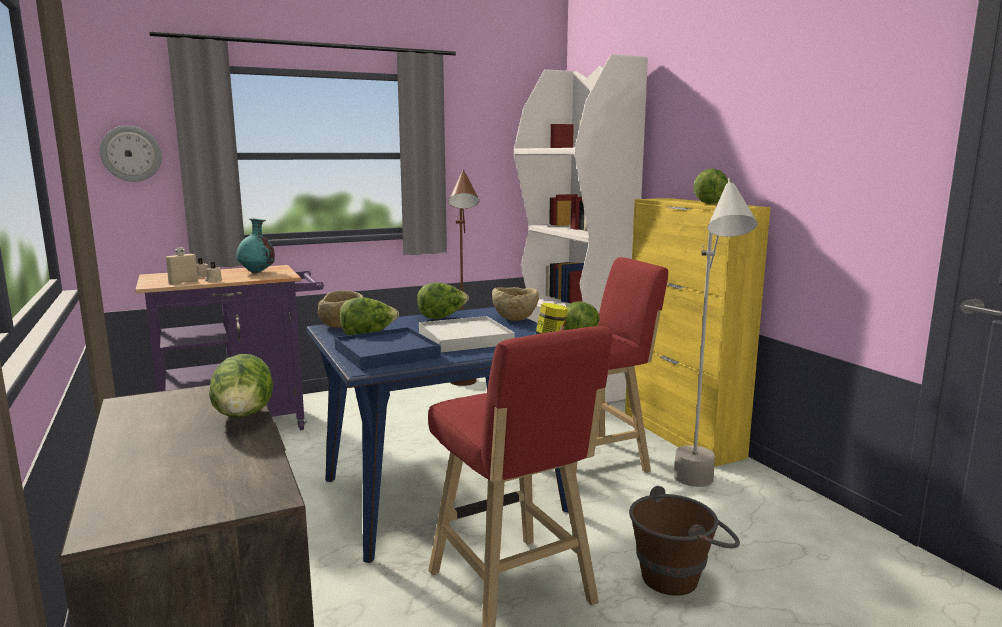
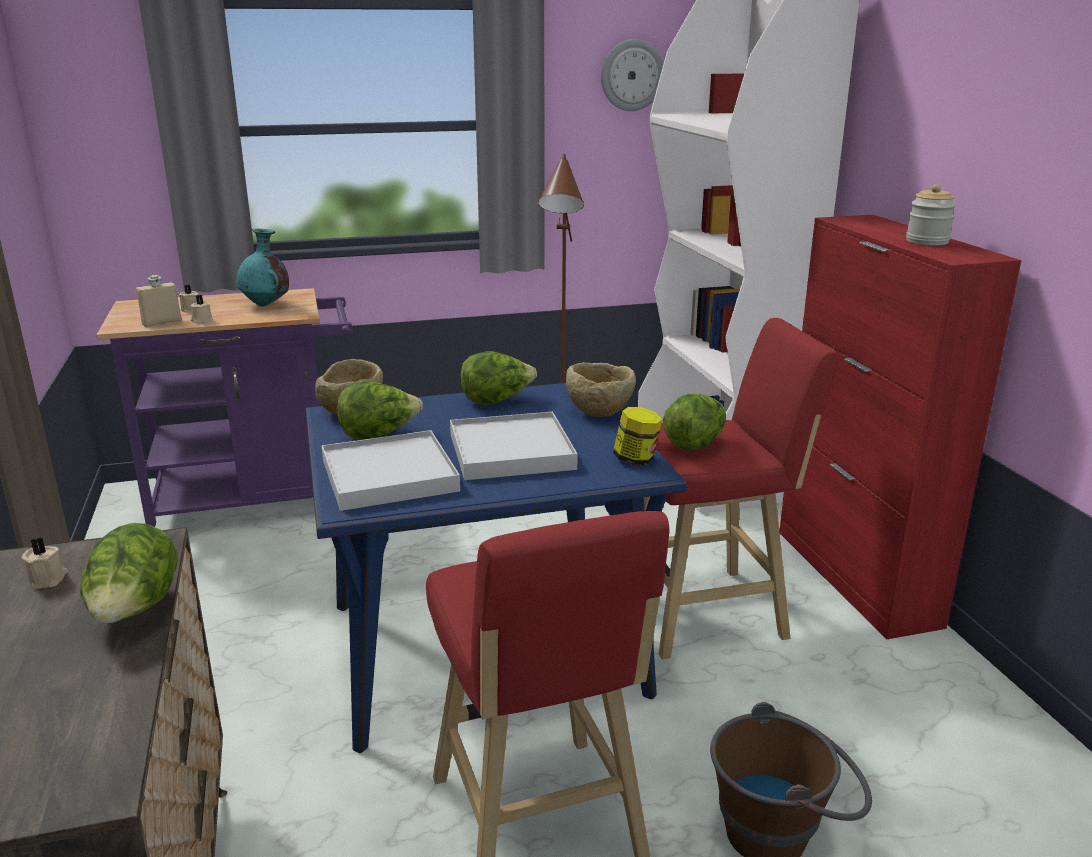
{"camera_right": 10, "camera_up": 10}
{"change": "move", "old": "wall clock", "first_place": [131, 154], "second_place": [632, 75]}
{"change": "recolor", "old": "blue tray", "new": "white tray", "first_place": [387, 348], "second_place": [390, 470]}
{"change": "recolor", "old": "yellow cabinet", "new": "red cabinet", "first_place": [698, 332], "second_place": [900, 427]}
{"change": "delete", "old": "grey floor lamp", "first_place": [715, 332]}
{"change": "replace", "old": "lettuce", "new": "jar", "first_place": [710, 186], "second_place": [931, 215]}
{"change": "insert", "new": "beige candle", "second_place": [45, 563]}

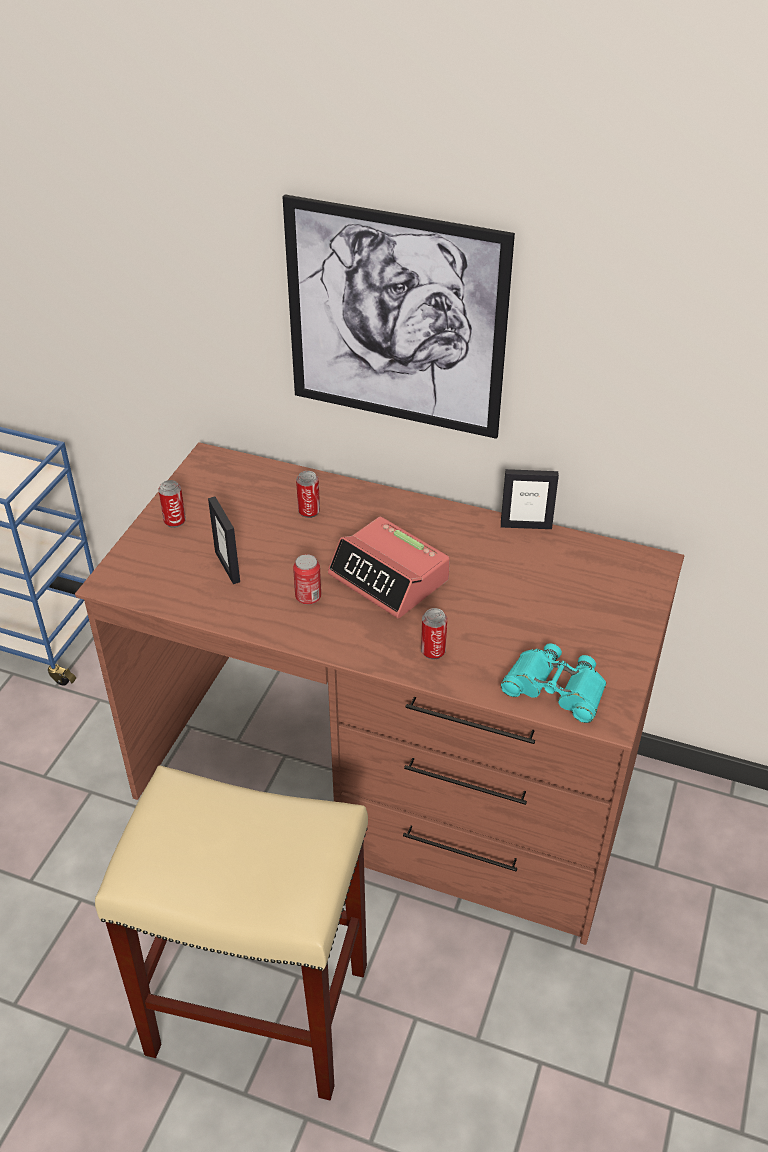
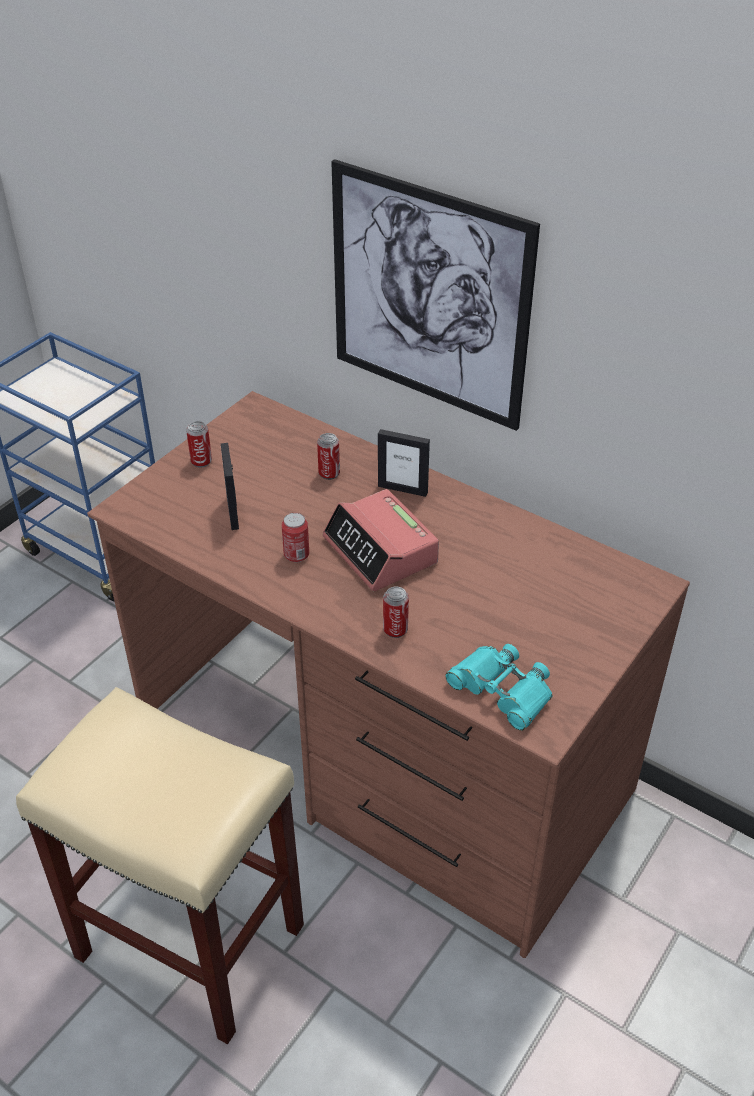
{"camera_right": 15, "camera_up": 0}
{"change": "move", "old": "picture frame", "first_place": [530, 499], "second_place": [404, 463]}

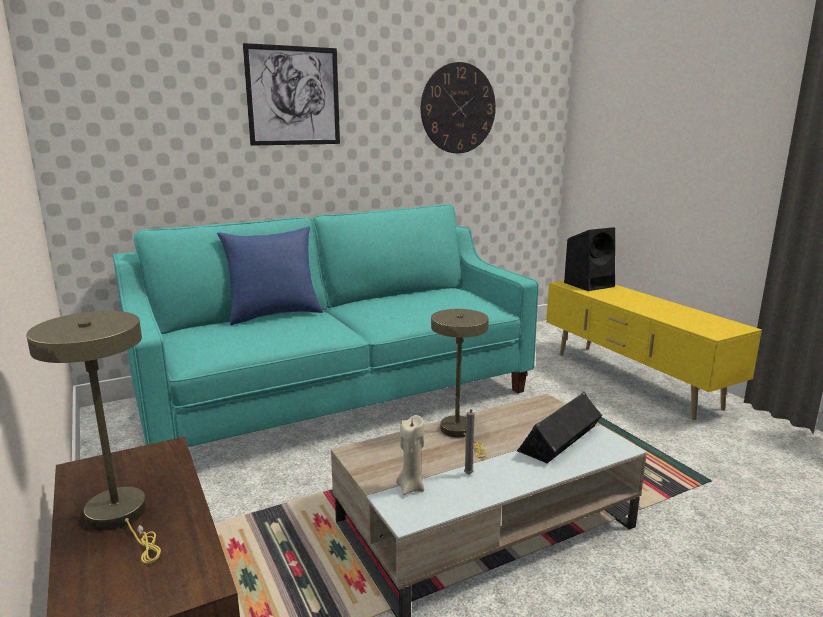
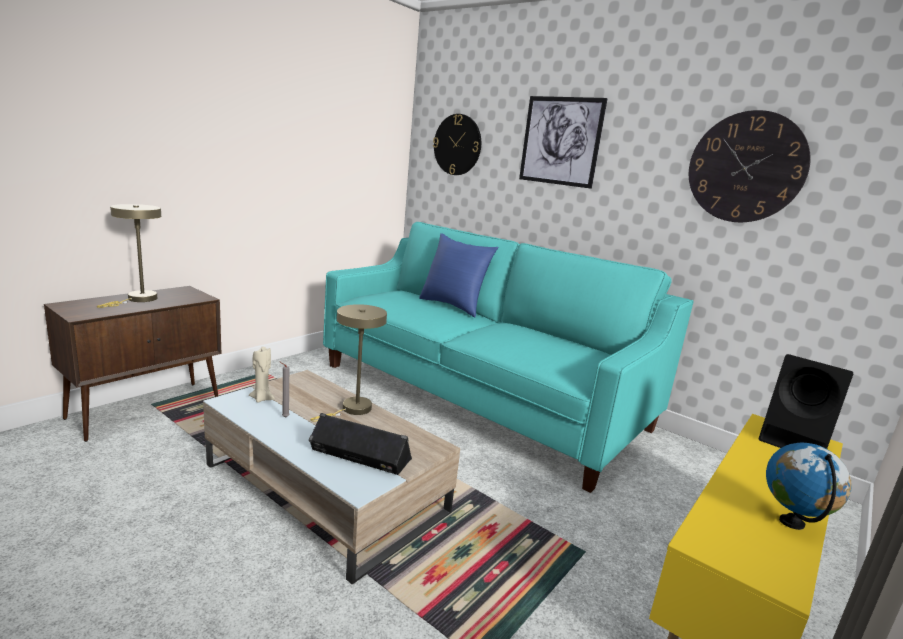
{"camera_right": 65, "camera_up": 0}
{"change": "insert", "new": "wall clock", "second_place": [457, 144]}
{"change": "insert", "new": "globe", "second_place": [809, 486]}

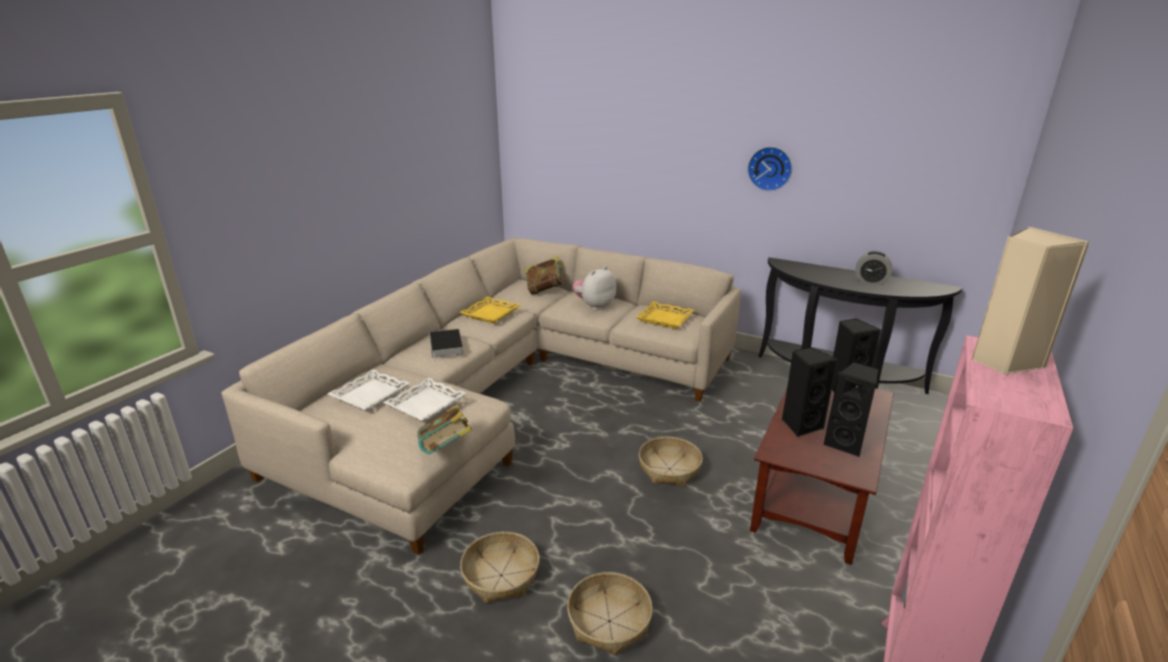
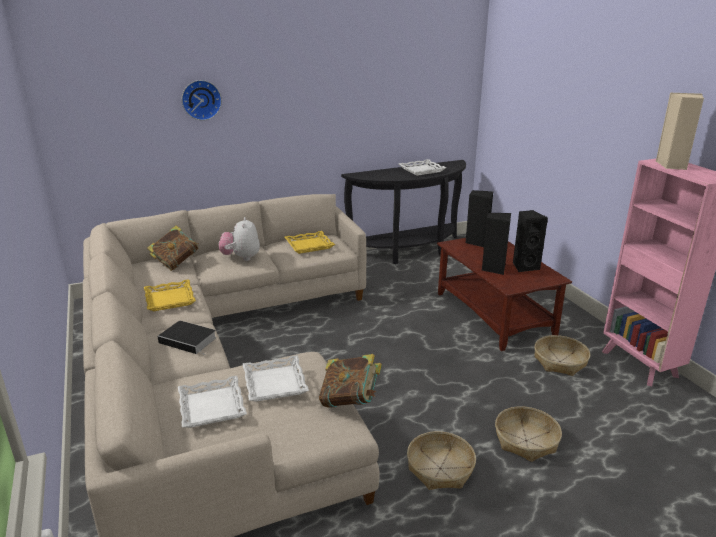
{"camera_right": -50, "camera_up": 0}
{"change": "move", "old": "basket", "first_place": [671, 462], "second_place": [562, 355]}
{"change": "move", "old": "wall clock", "first_place": [769, 168], "second_place": [202, 100]}
{"change": "replace", "old": "alarm clock", "new": "white tray", "first_place": [873, 268], "second_place": [422, 167]}

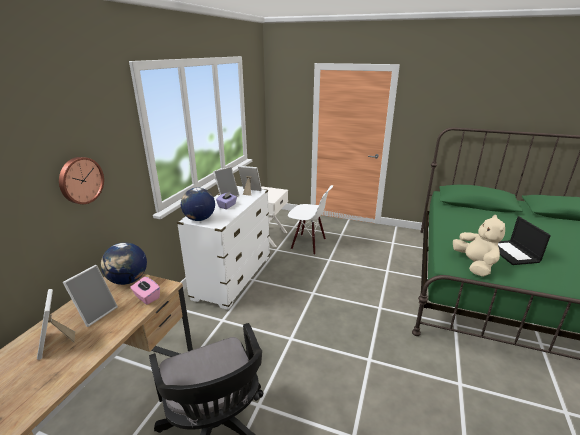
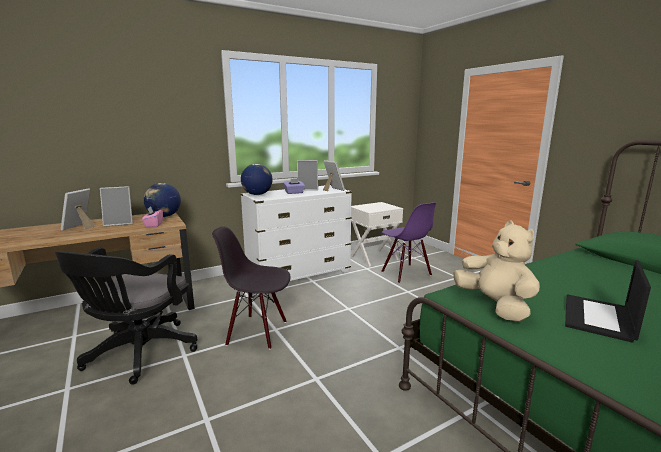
{"camera_right": 40, "camera_up": -10}
{"change": "delete", "old": "wall clock", "first_place": [81, 180]}
{"change": "recolor", "old": "white chair", "new": "purple chair", "first_place": [310, 220], "second_place": [409, 243]}
{"change": "rotate", "old": "beige plush toy", "first_place": [479, 246], "second_place": [497, 271], "degrees": -60}
{"change": "insert", "new": "black chair", "second_place": [251, 287]}

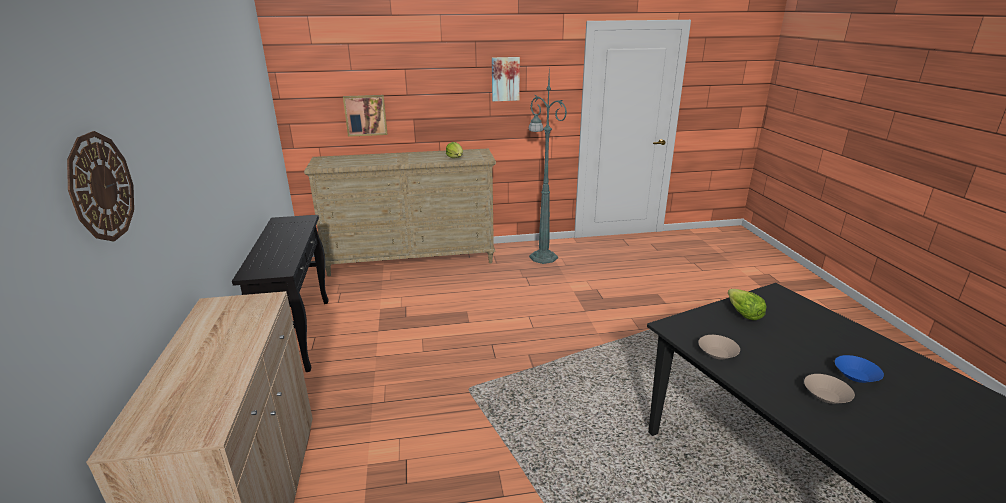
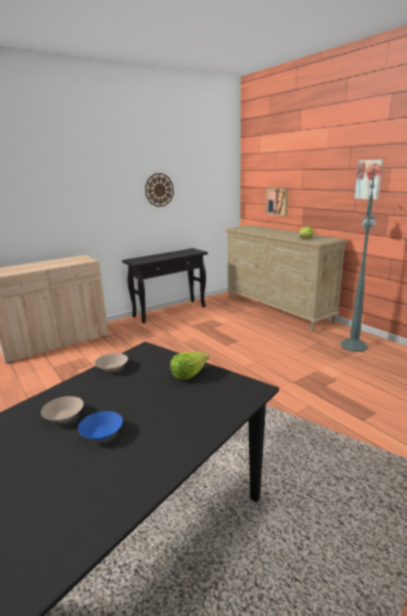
{"camera_right": 65, "camera_up": -5}
{"change": "move", "old": "wall clock", "first_place": [100, 186], "second_place": [159, 190]}

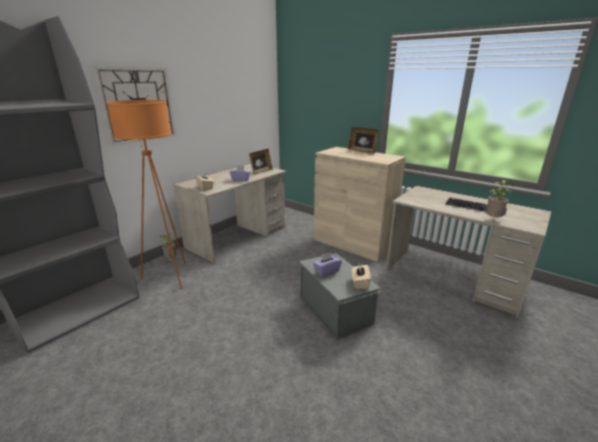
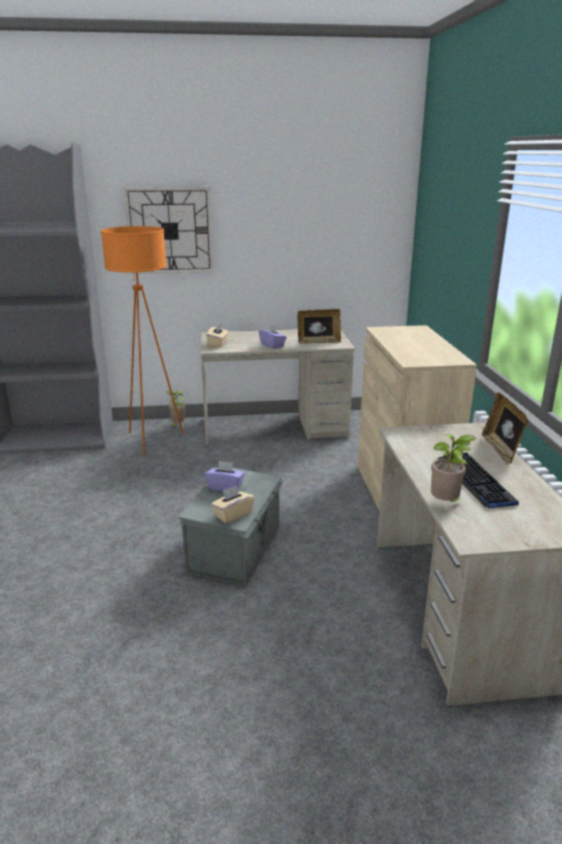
{"camera_right": 45, "camera_up": 0}
{"change": "move", "old": "picture frame", "first_place": [363, 140], "second_place": [505, 428]}

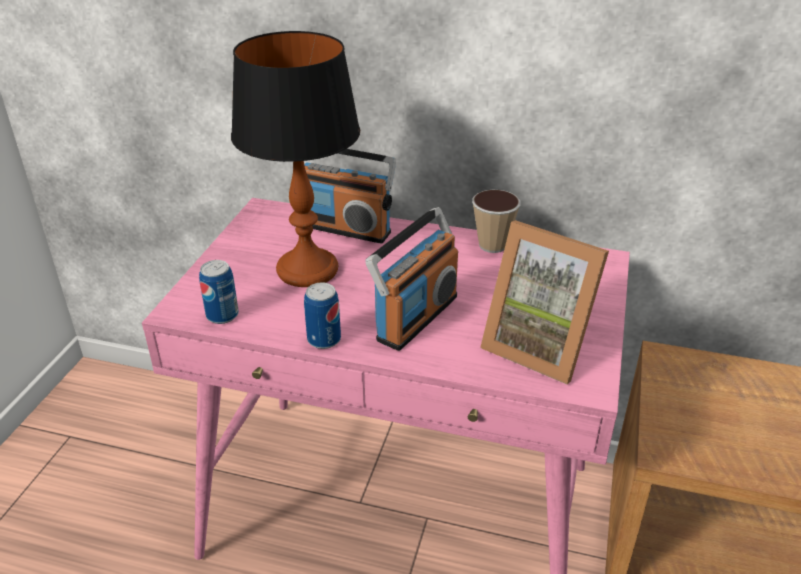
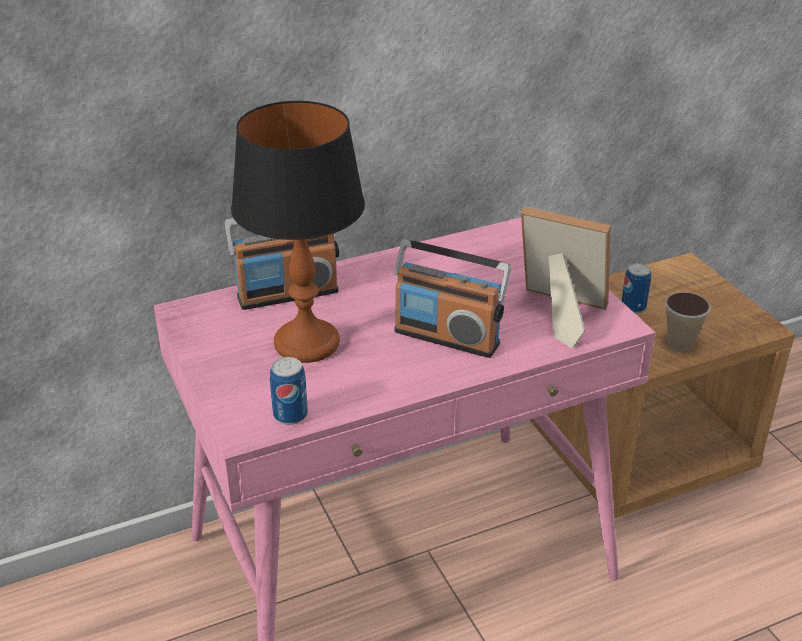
{"camera_right": -40, "camera_up": 0}
{"change": "move", "old": "can", "first_place": [322, 316], "second_place": [636, 288]}
{"change": "rotate", "old": "radio", "first_place": [411, 279], "second_place": [452, 298], "degrees": 120}
{"change": "move", "old": "cup", "first_place": [496, 221], "second_place": [688, 321]}
{"change": "rotate", "old": "picture frame", "first_place": [544, 302], "second_place": [566, 277], "degrees": -150}

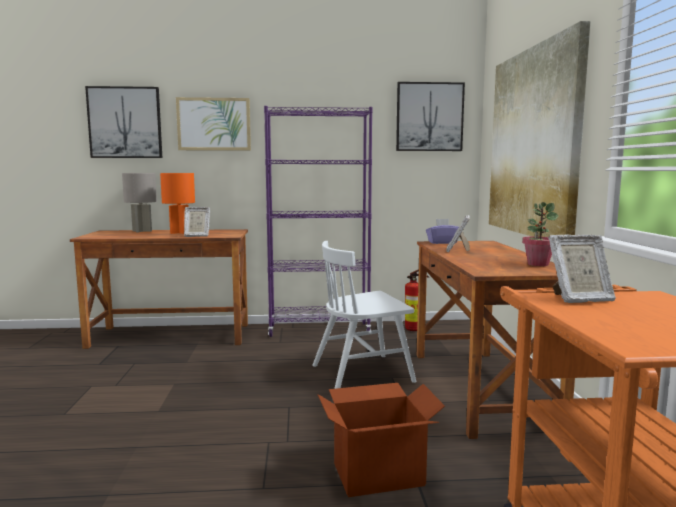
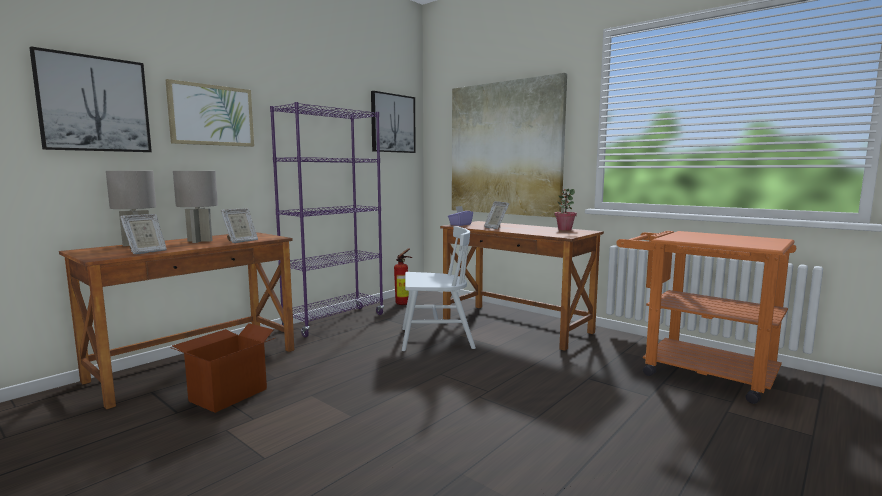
{"camera_right": -45, "camera_up": 0}
{"change": "recolor", "old": "orange table lamp", "new": "grey table lamp", "first_place": [177, 203], "second_place": [195, 207]}
{"change": "rotate", "old": "white chair", "first_place": [364, 315], "second_place": [439, 288], "degrees": -120}
{"change": "move", "old": "cardboard box", "first_place": [381, 440], "second_place": [222, 368]}
{"change": "move", "old": "picture frame", "first_place": [582, 269], "second_place": [143, 234]}

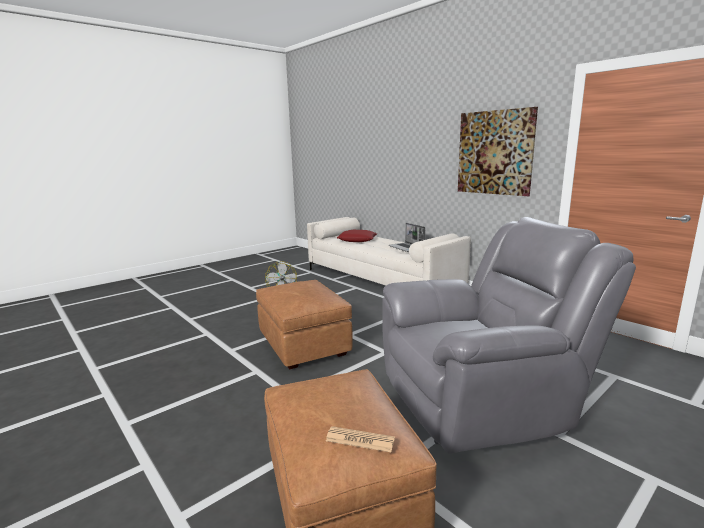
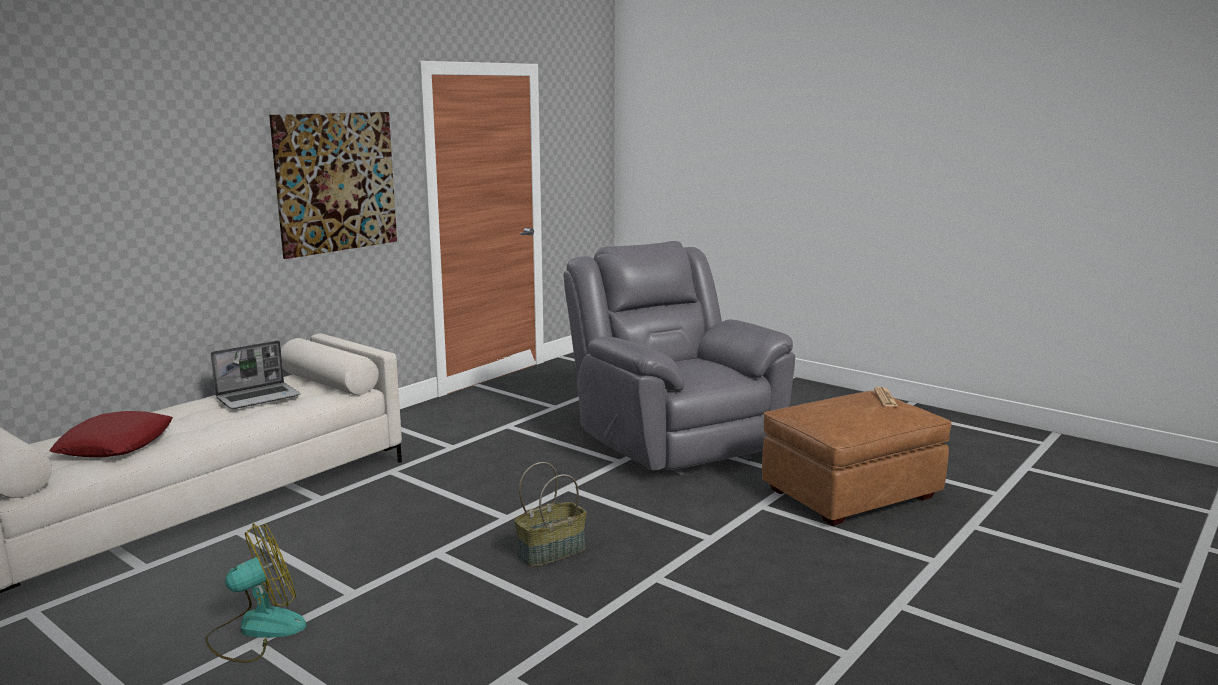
{"camera_right": -100, "camera_up": 0}
{"change": "replace", "old": "brown ottoman", "new": "basket", "first_place": [304, 324], "second_place": [550, 514]}

